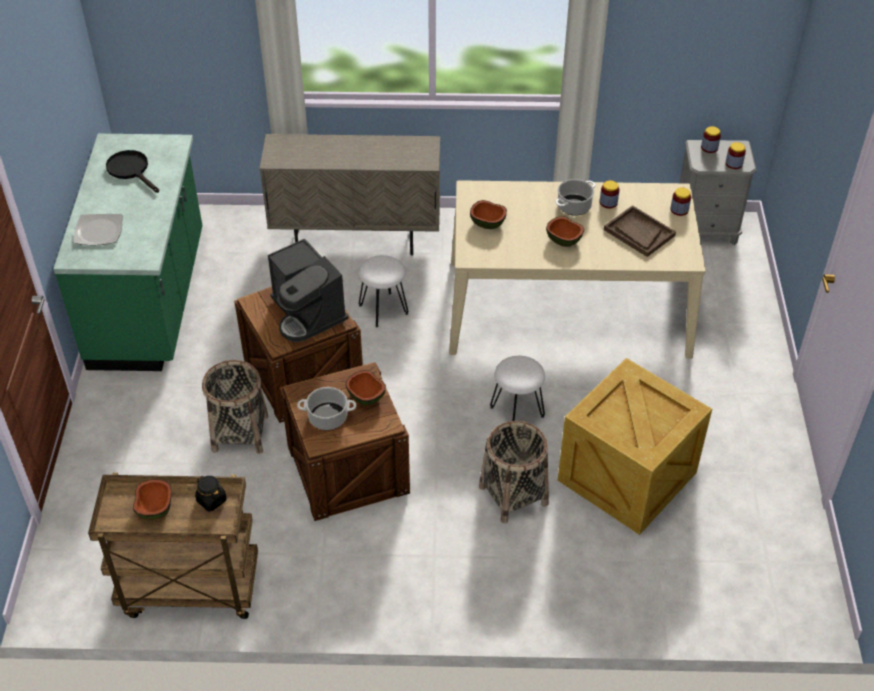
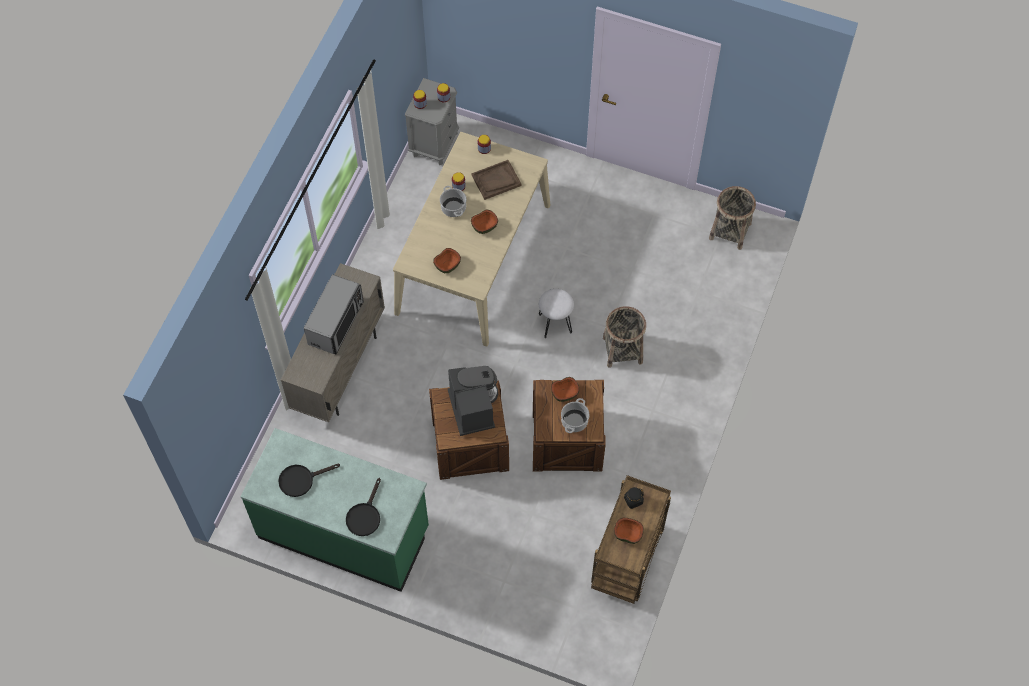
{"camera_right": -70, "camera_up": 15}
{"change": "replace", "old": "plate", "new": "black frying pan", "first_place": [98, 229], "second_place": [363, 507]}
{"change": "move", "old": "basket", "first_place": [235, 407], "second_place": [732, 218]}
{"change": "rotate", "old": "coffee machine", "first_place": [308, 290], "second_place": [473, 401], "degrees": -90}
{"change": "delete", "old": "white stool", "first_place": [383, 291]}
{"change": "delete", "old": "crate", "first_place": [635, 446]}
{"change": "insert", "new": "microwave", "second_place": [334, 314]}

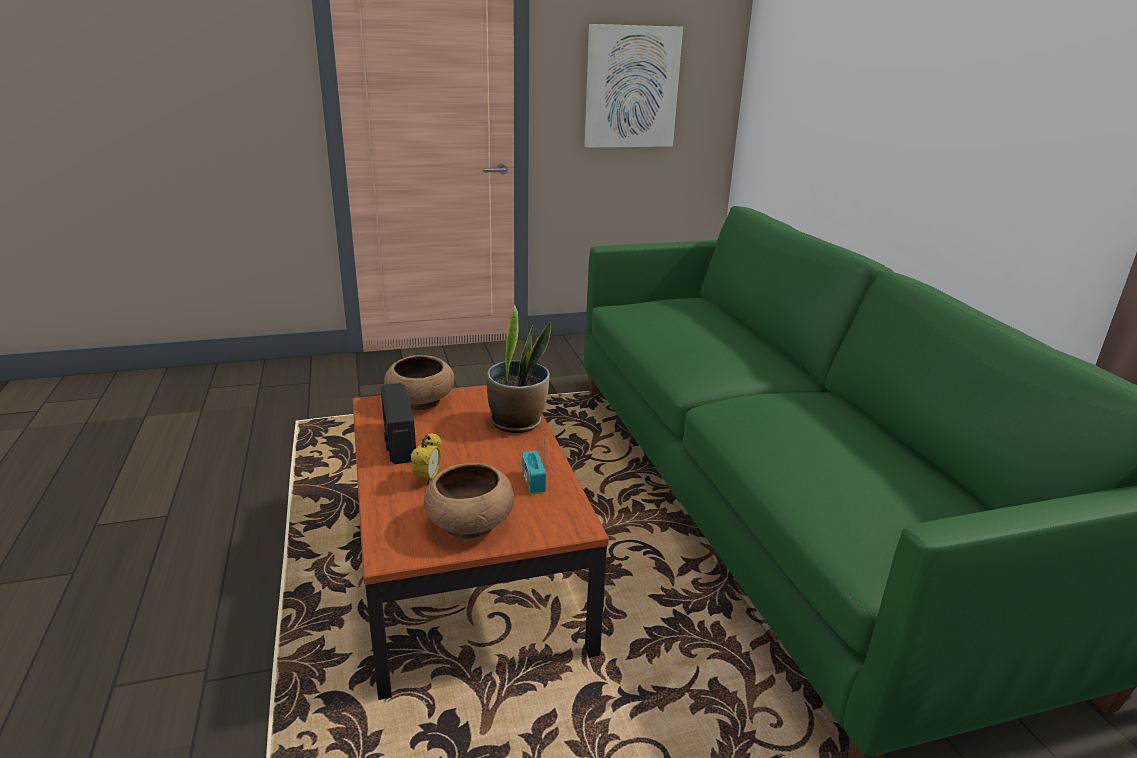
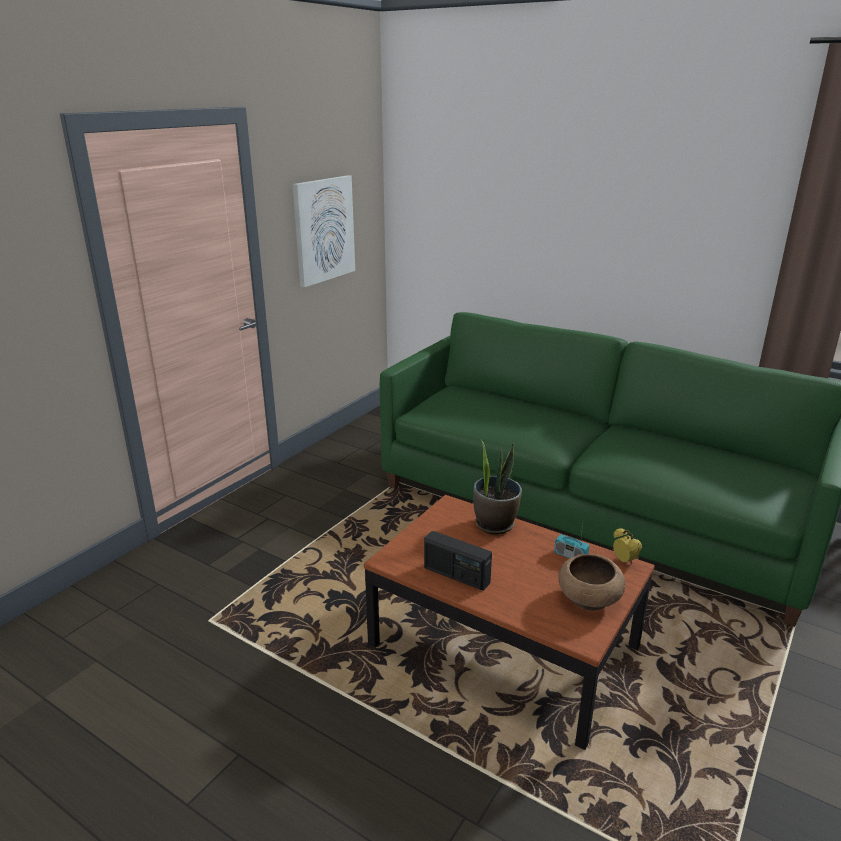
{"camera_right": -40, "camera_up": 0}
{"change": "delete", "old": "brown bowl", "first_place": [419, 383]}
{"change": "move", "old": "alarm clock", "first_place": [426, 459], "second_place": [627, 546]}

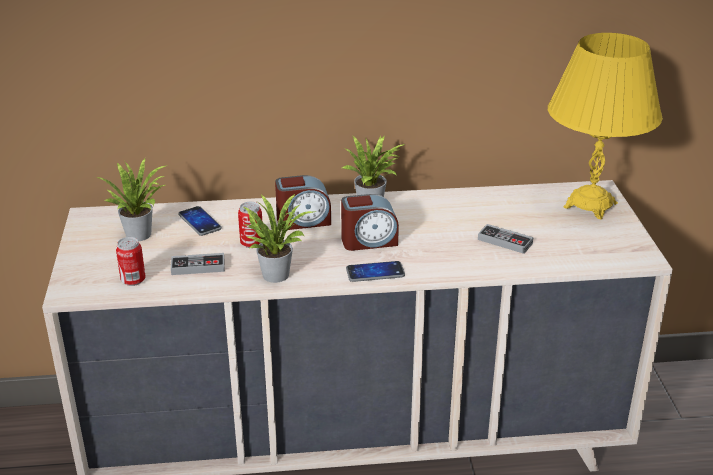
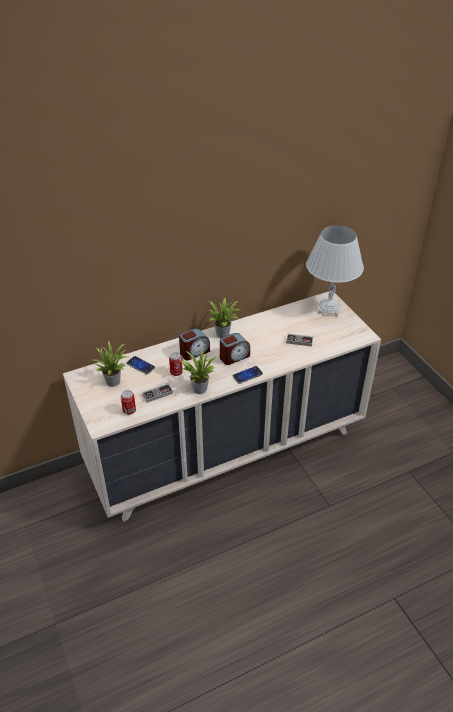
{"camera_right": -20, "camera_up": 10}
{"change": "recolor", "old": "yellow table lamp", "new": "white table lamp", "first_place": [605, 126], "second_place": [335, 271]}

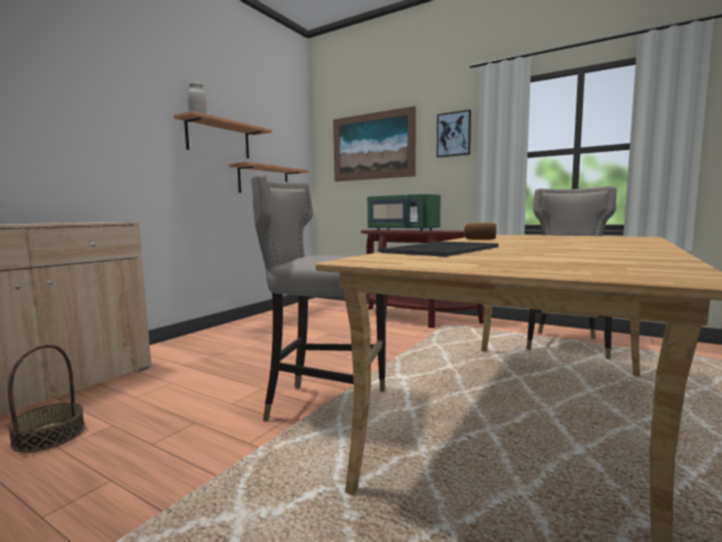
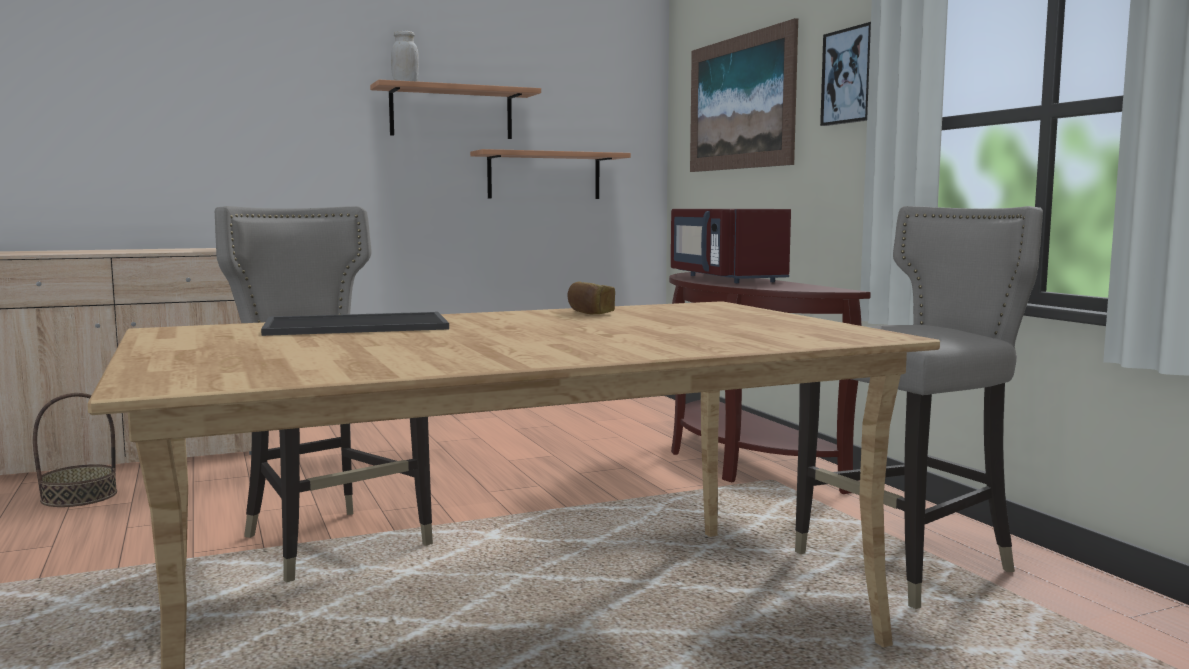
{"camera_right": 35, "camera_up": 0}
{"change": "recolor", "old": "green microwave", "new": "red microwave", "first_place": [403, 212], "second_place": [731, 246]}

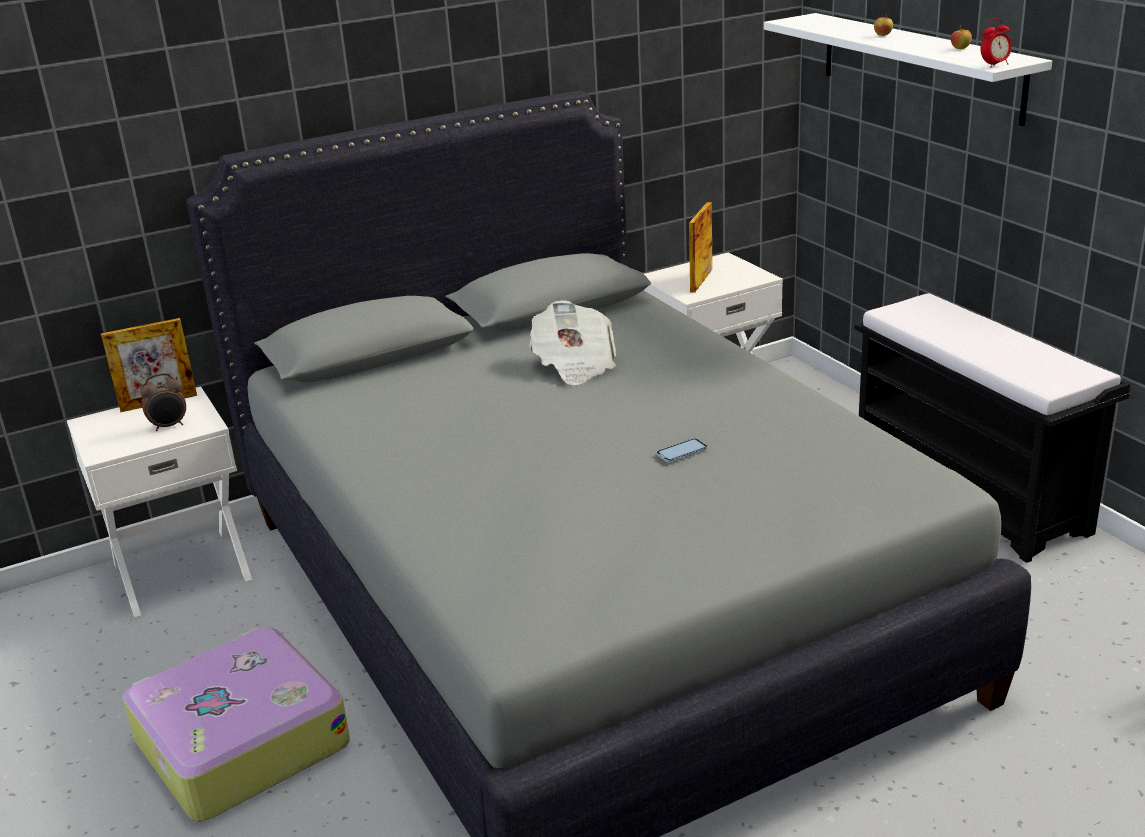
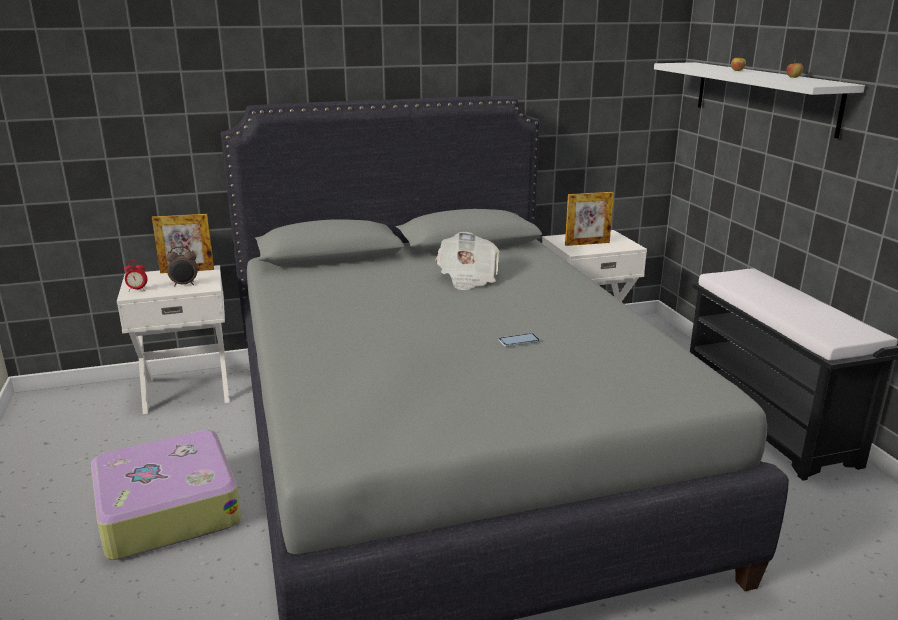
{"camera_right": 10, "camera_up": -5}
{"change": "rotate", "old": "picture frame", "first_place": [700, 247], "second_place": [589, 219], "degrees": -135}
{"change": "move", "old": "alarm clock", "first_place": [996, 42], "second_place": [135, 276]}

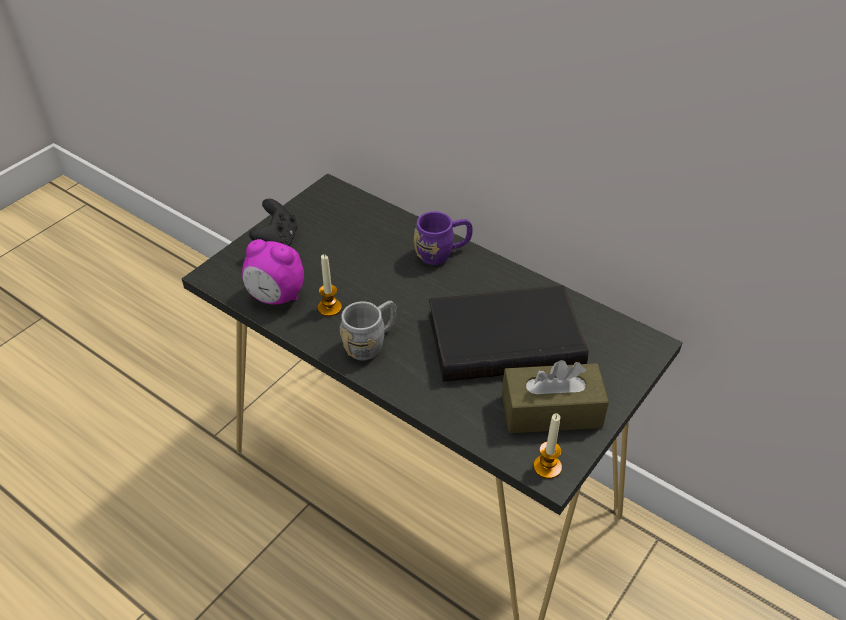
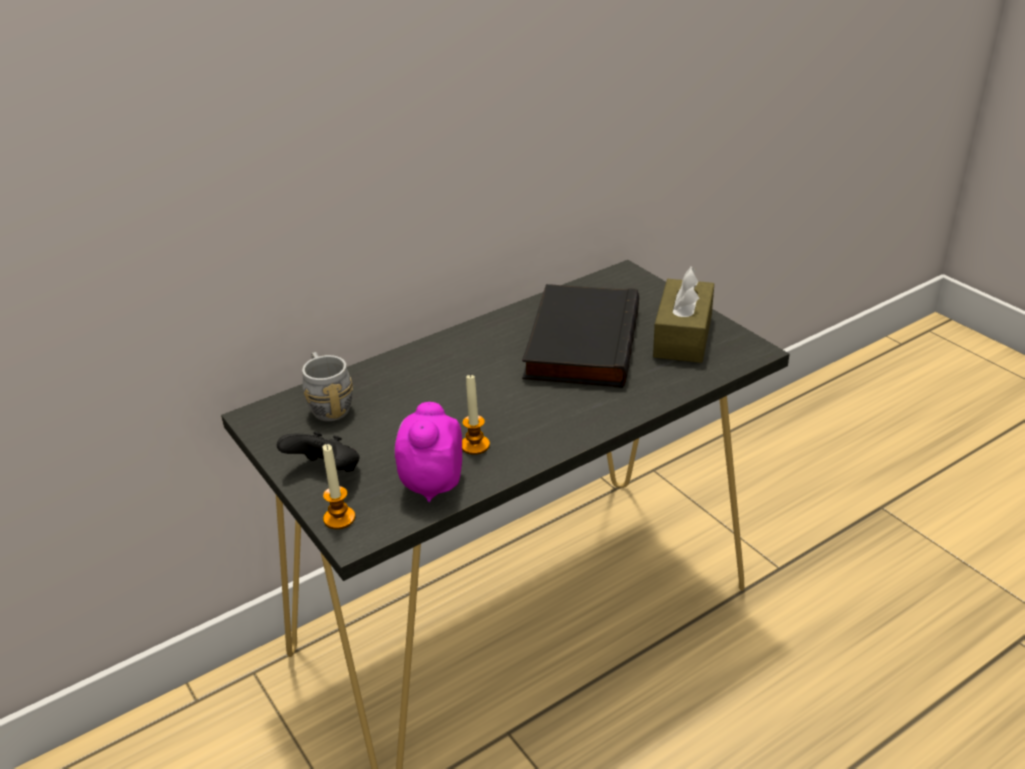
{"camera_right": -70, "camera_up": -10}
{"change": "rotate", "old": "alarm clock", "first_place": [273, 272], "second_place": [428, 452], "degrees": 150}
{"change": "move", "old": "grey mug", "first_place": [368, 330], "second_place": [327, 386]}
{"change": "delete", "old": "purple mug", "first_place": [443, 238]}
{"change": "move", "old": "candle", "first_place": [547, 446], "second_place": [338, 486]}

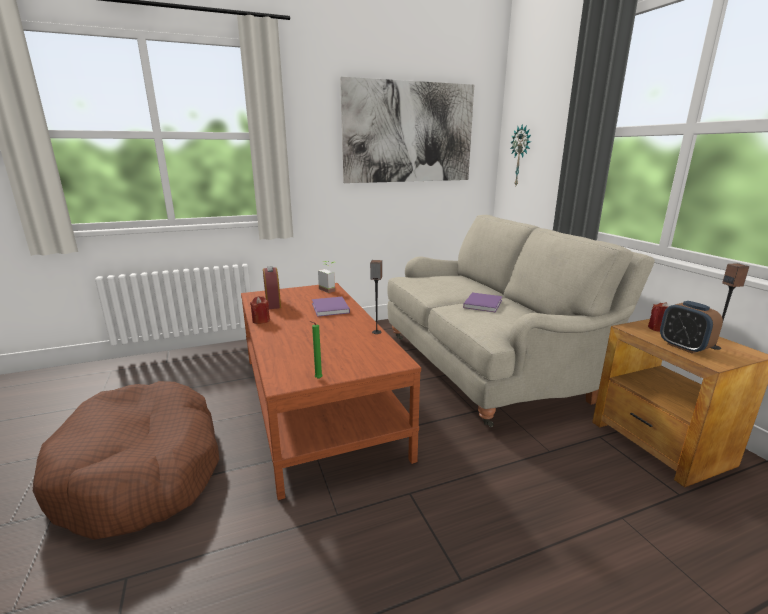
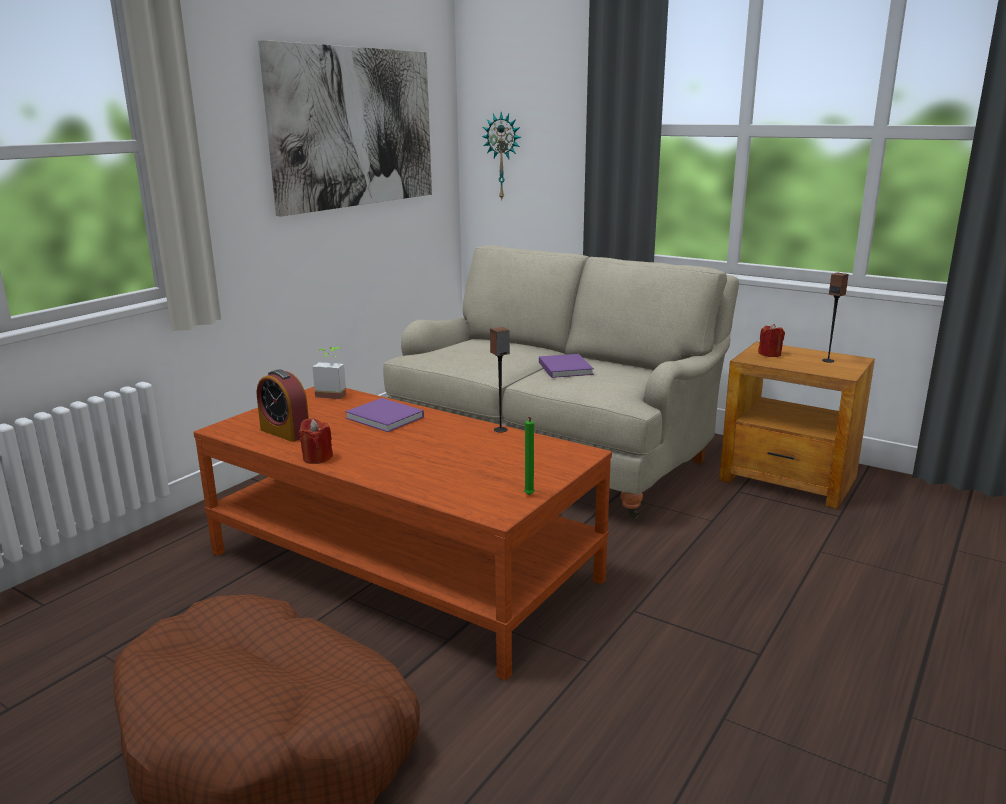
{"camera_right": -35, "camera_up": 0}
{"change": "delete", "old": "alarm clock", "first_place": [691, 327]}

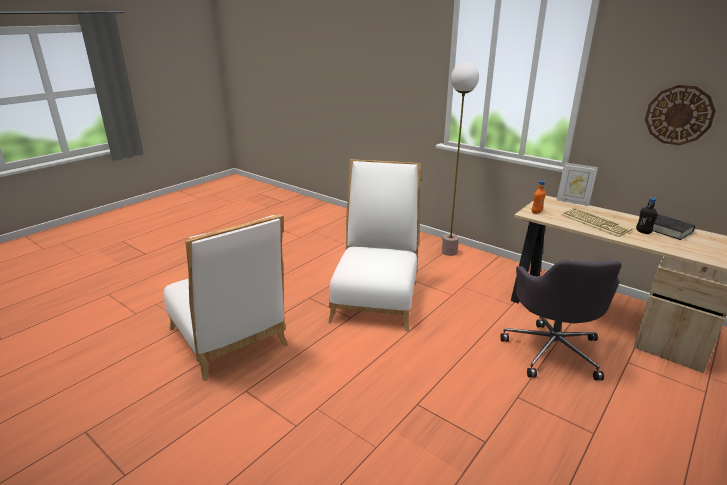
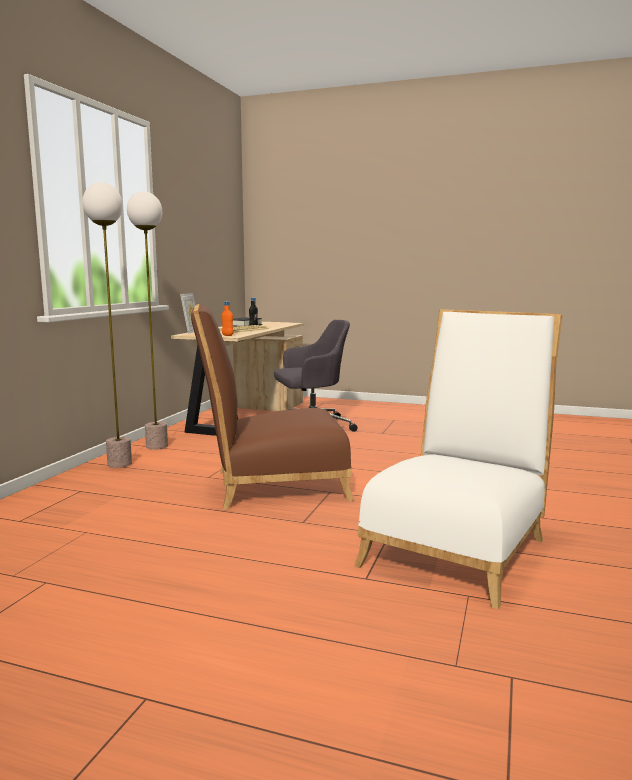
{"camera_right": -110, "camera_up": -15}
{"change": "recolor", "old": "white chair", "new": "brown chair", "first_place": [375, 245], "second_place": [272, 407]}
{"change": "delete", "old": "wall clock", "first_place": [680, 115]}
{"change": "insert", "new": "floor lamp", "second_place": [147, 320]}

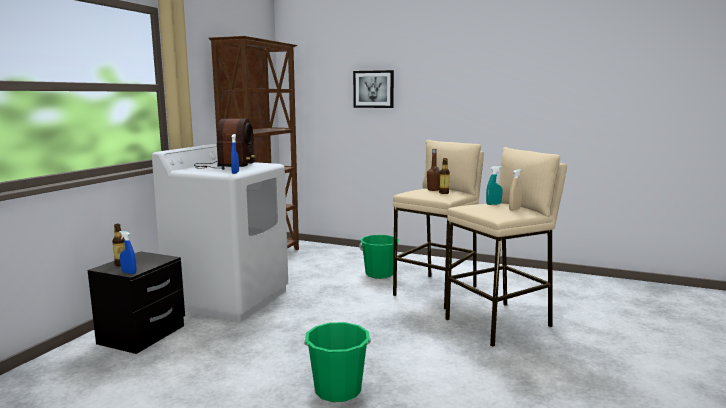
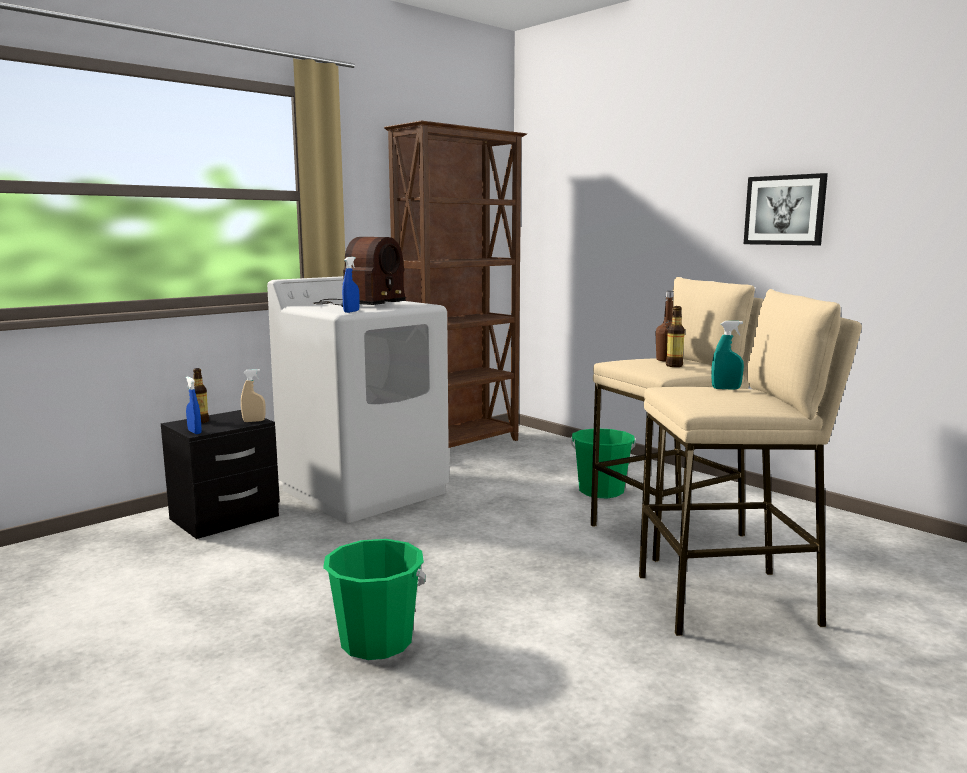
{"camera_right": 25, "camera_up": 0}
{"change": "move", "old": "picture", "first_place": [373, 89], "second_place": [786, 209]}
{"change": "move", "old": "beige spray bottle", "first_place": [515, 190], "second_place": [253, 395]}

